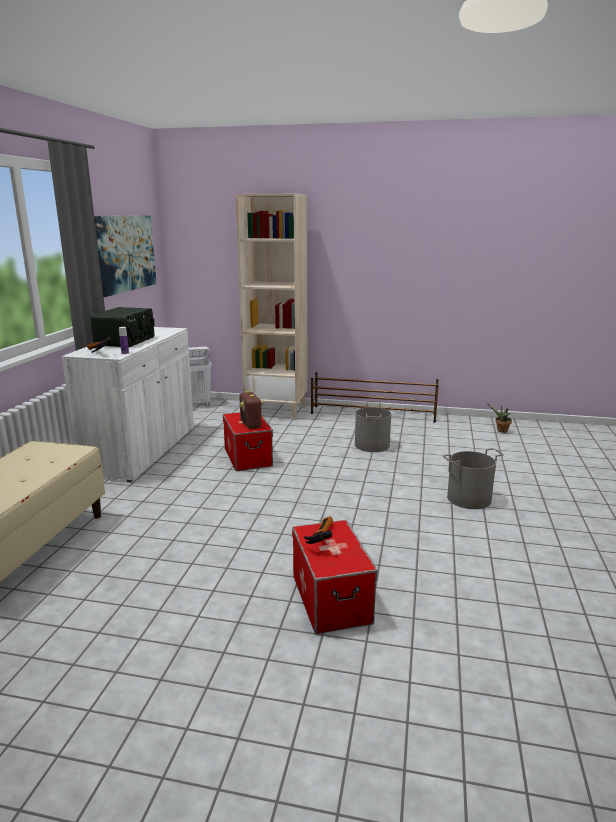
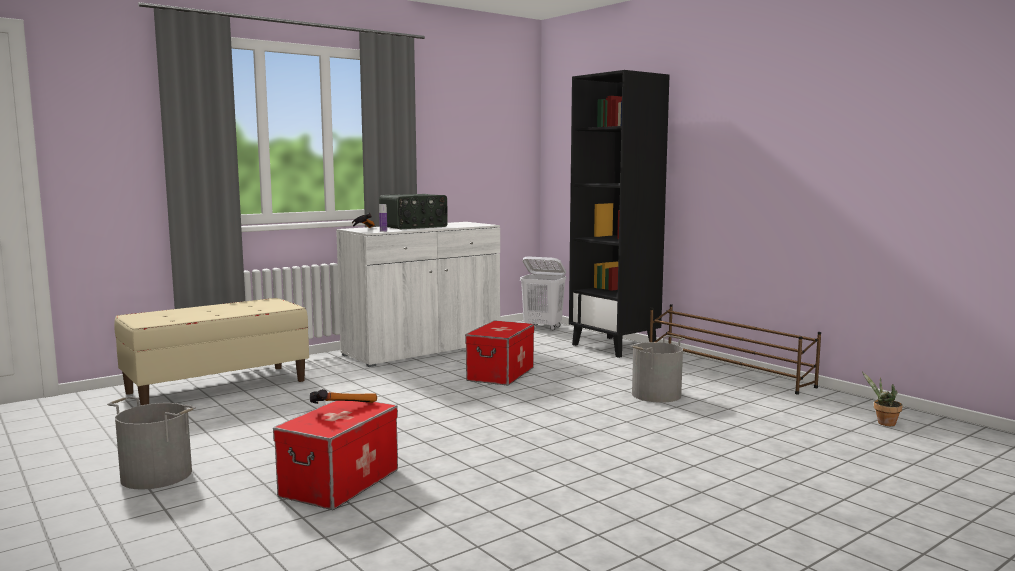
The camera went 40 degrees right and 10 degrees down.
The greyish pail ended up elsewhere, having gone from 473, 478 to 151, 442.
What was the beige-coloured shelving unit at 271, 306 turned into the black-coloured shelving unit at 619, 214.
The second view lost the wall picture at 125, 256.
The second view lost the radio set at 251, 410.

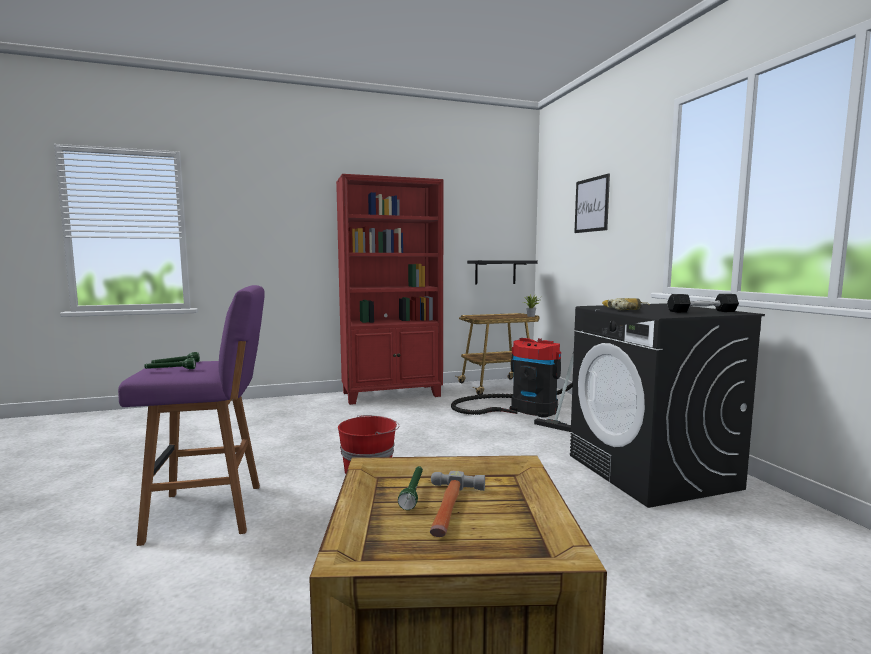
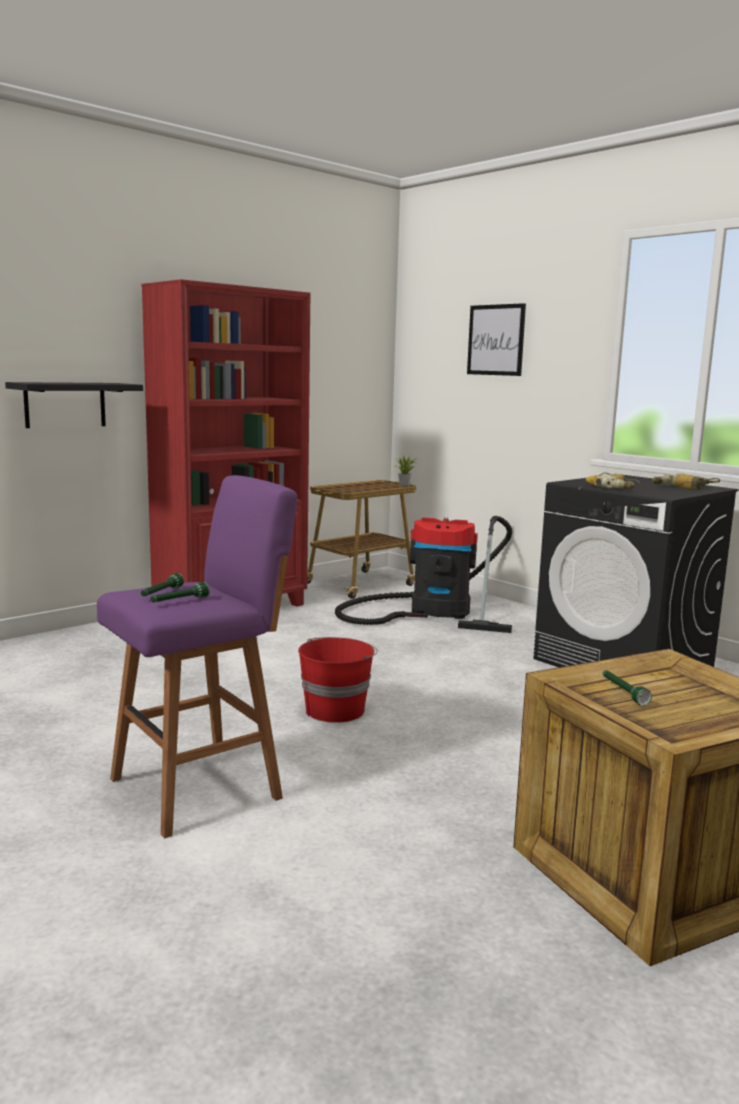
The camera went 25 degrees left and 5 degrees up.
The black-coloured bracket shelf ended up elsewhere, having gone from 502, 272 to 74, 405.
Where the black-coloured dumbbell stood at 703, 303, the electric drill came to stand at 686, 481.
The second view lost the hammer at 457, 504.

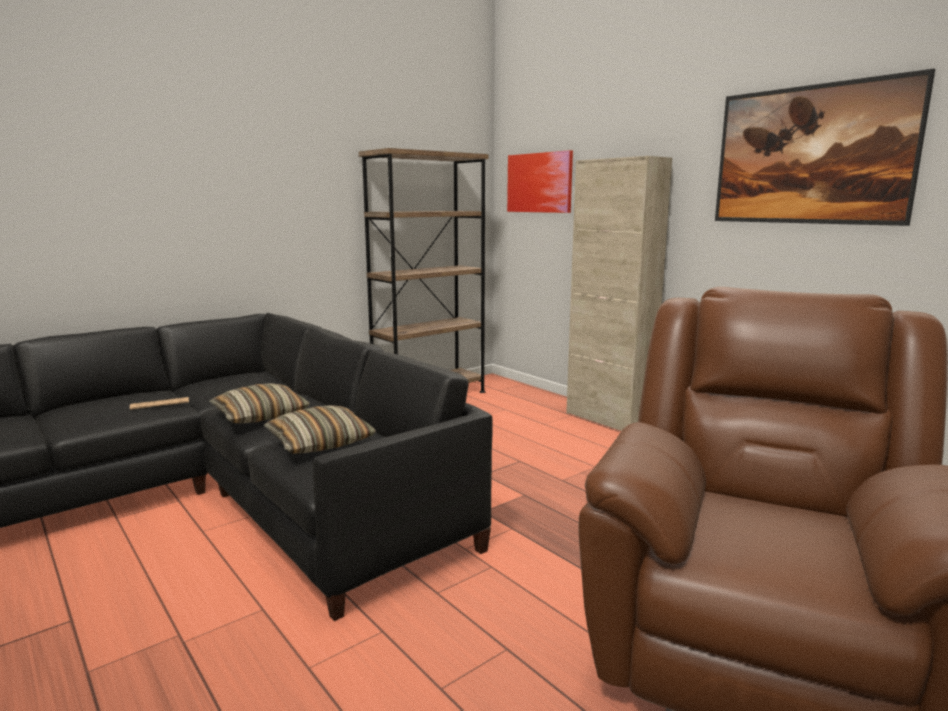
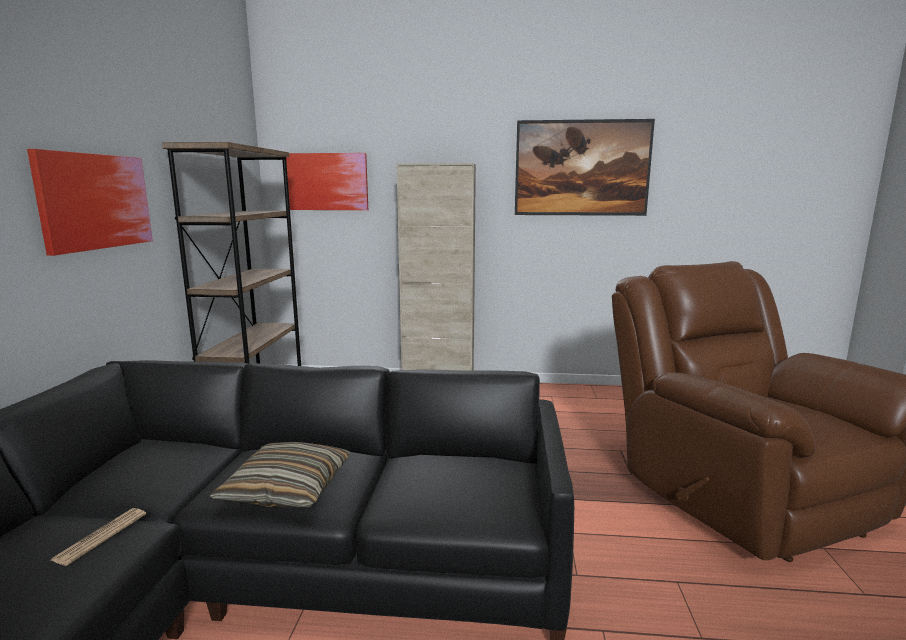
The camera went 45 degrees left and 0 degrees up.
The second view gained the wall picture at 90, 202.
The second view lost the cushion at 320, 429.

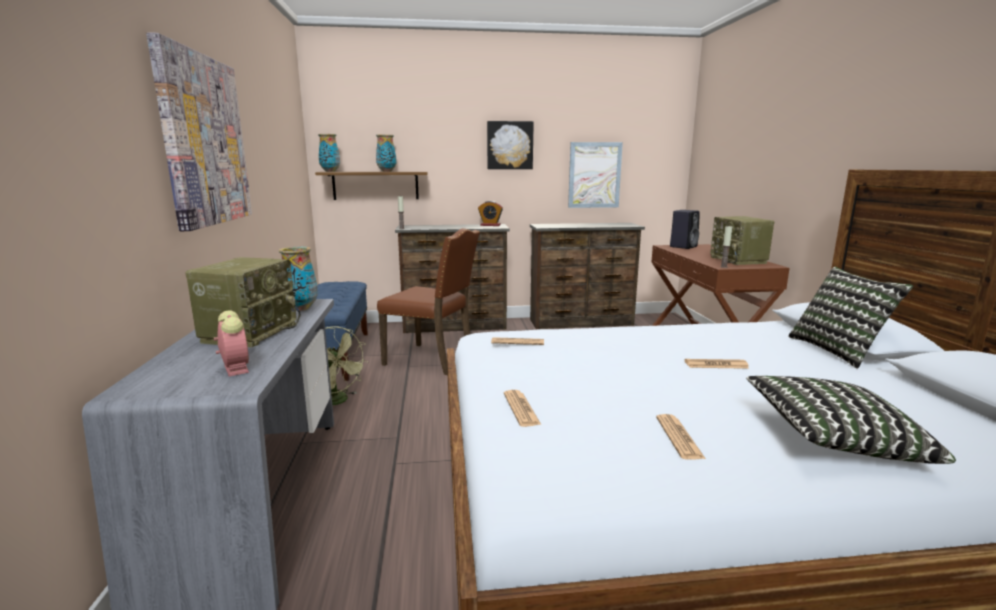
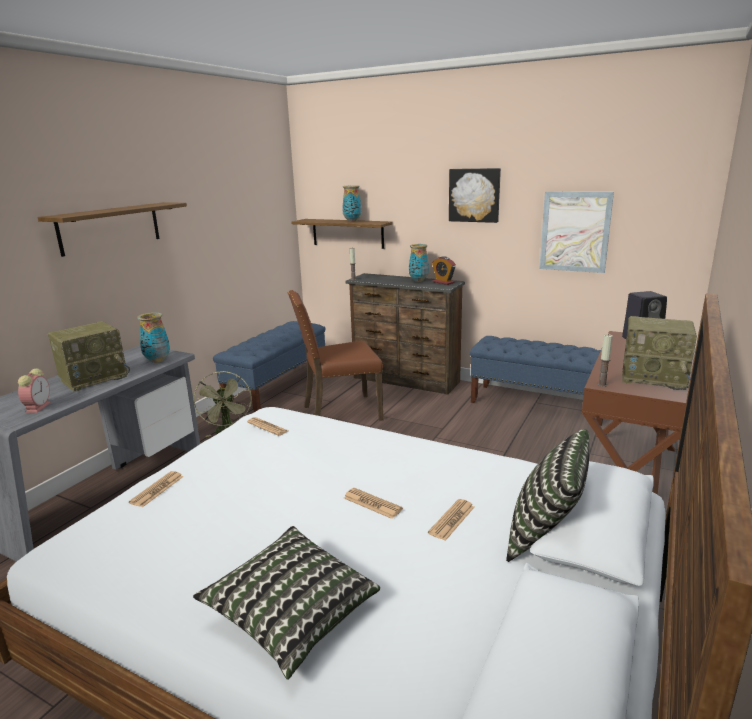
The camera went 35 degrees right and 5 degrees up.
Where the wall picture hung at 199, 131, the bracket shelf came to hang at 112, 229.
The brown upright chair at 428, 301 ended up facing another way, 105 degrees clockwise from before.
The flower vase ended up elsewhere, having gone from 329, 153 to 419, 263.
The newspaper ended up elsewhere, having gone from 681, 437 to 451, 520.
Where the brown drawer chest stood at 587, 276, the bluish bench came to stand at 536, 381.
The radio set at 742, 240 ended up facing another way, 90 degrees counterclockwise from before.

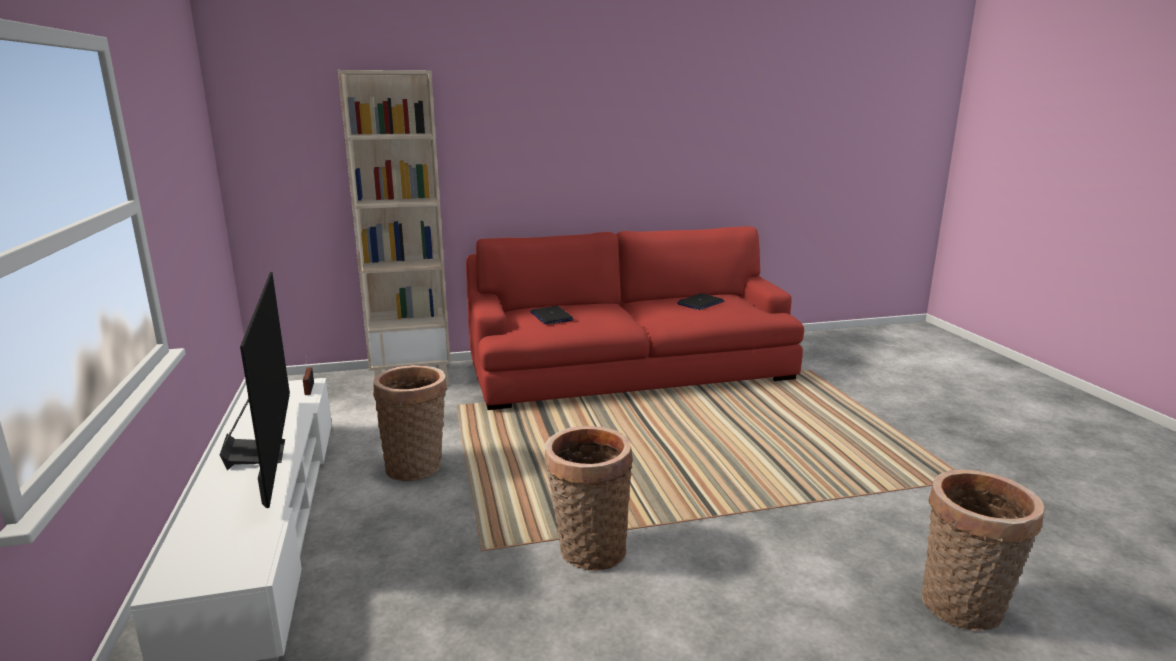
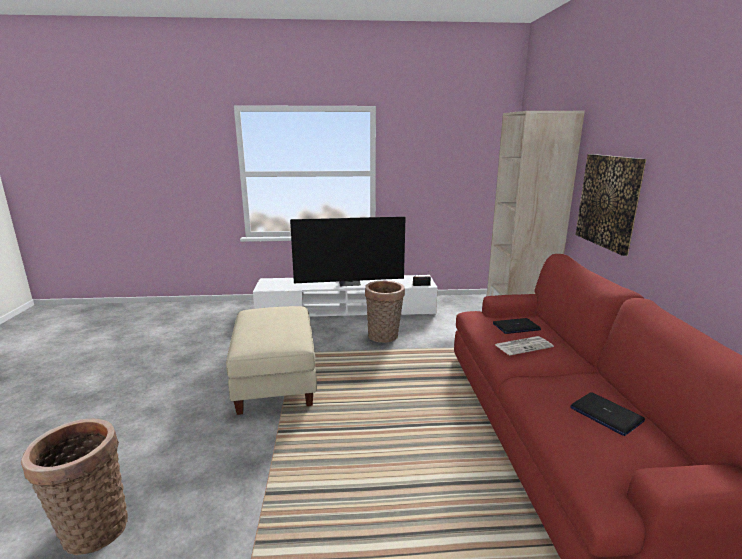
The camera went 100 degrees right and 0 degrees up.
Where the basket stood at 589, 498, the beige-coloured pouffe came to stand at 271, 360.
The second view gained the newspaper at 524, 345.
The second view gained the wall picture at 610, 205.

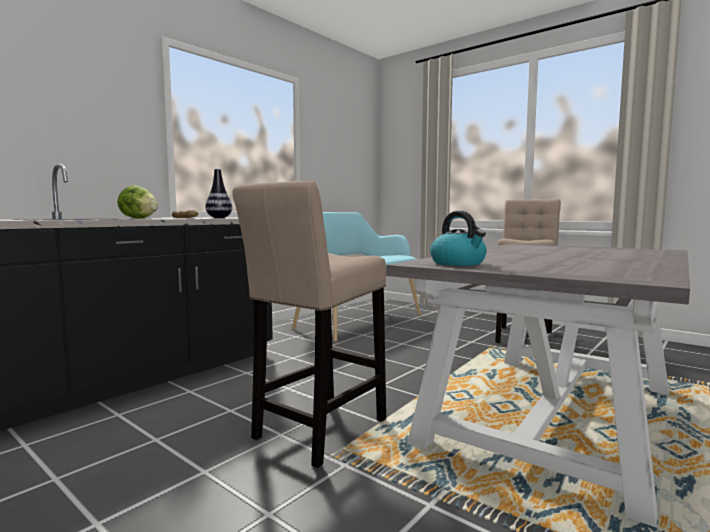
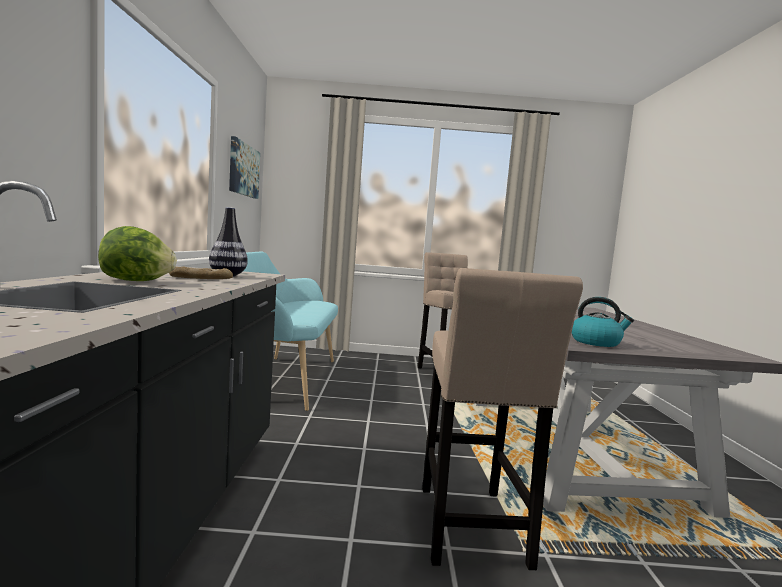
The camera went 40 degrees left and 0 degrees up.
The second view gained the wall picture at 244, 167.

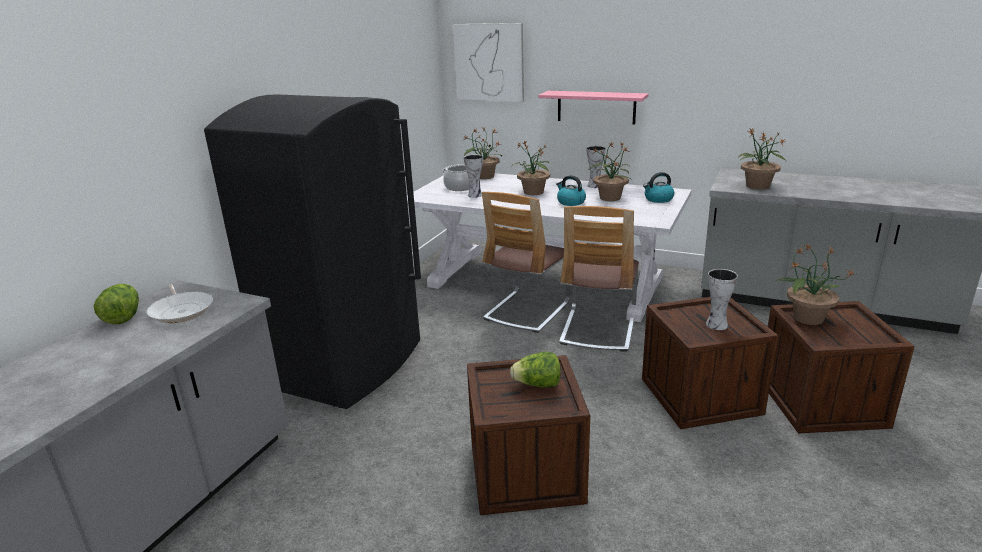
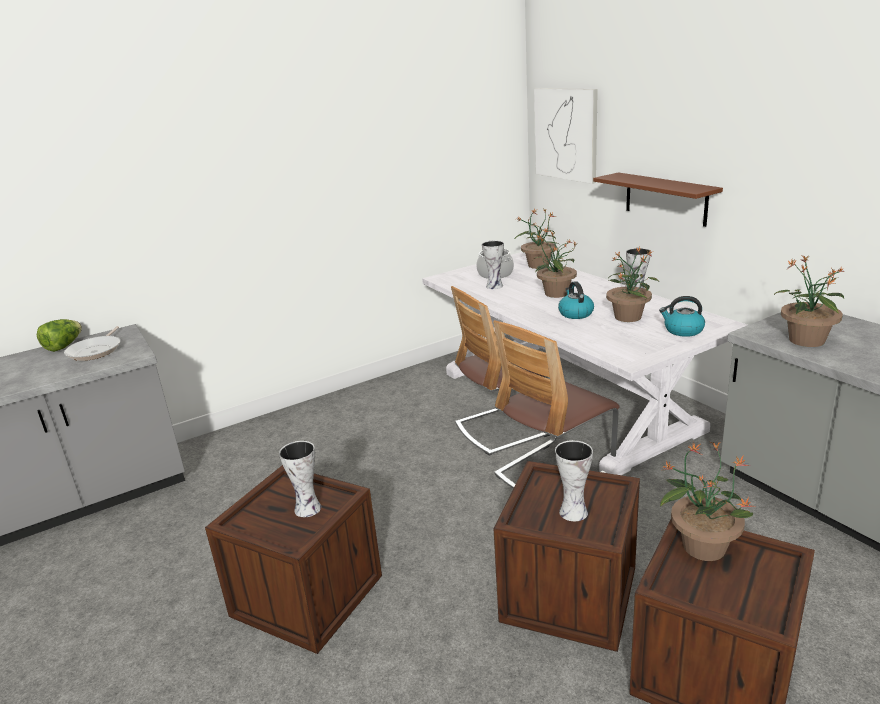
The camera went 35 degrees right and 0 degrees up.
Where the lettuce stood at 535, 370, the flower vase came to stand at 300, 479.
What was the pink-coloured bracket shelf at 593, 108 turned into the brown bracket shelf at 658, 199.
The second view lost the black-coloured refrigerator at 312, 251.

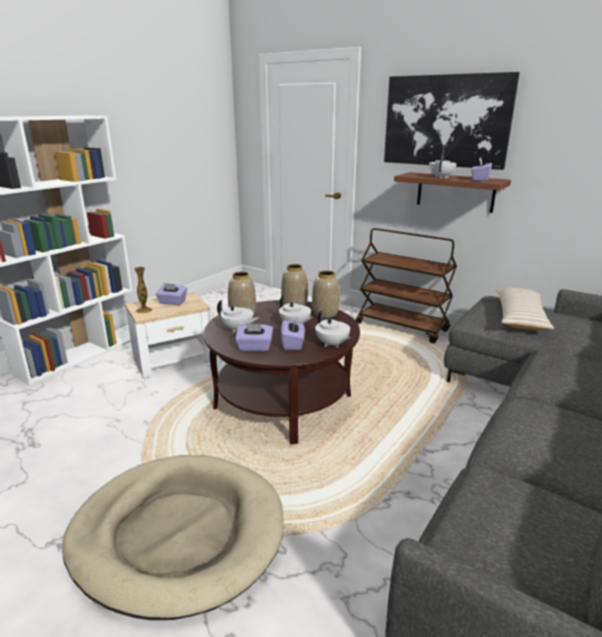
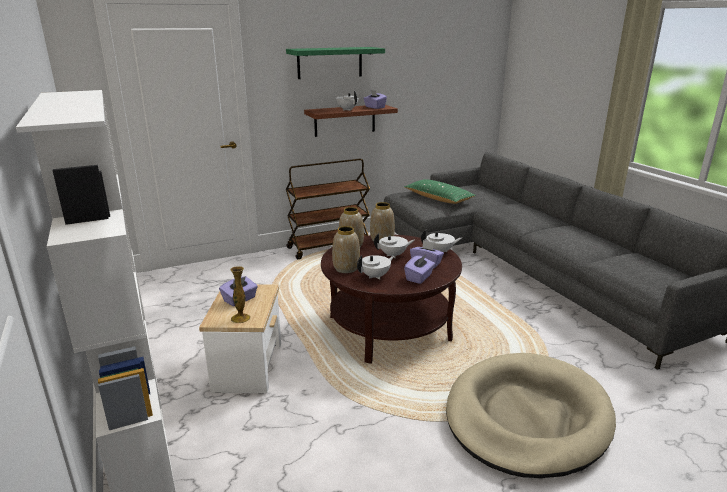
The camera went 60 degrees left and 0 degrees up.
Where the wall picture hung at 452, 121, the green-coloured bracket shelf came to hang at 335, 63.
What was the beige-coloured cushion at 525, 309 turned into the green-coloured cushion at 440, 191.

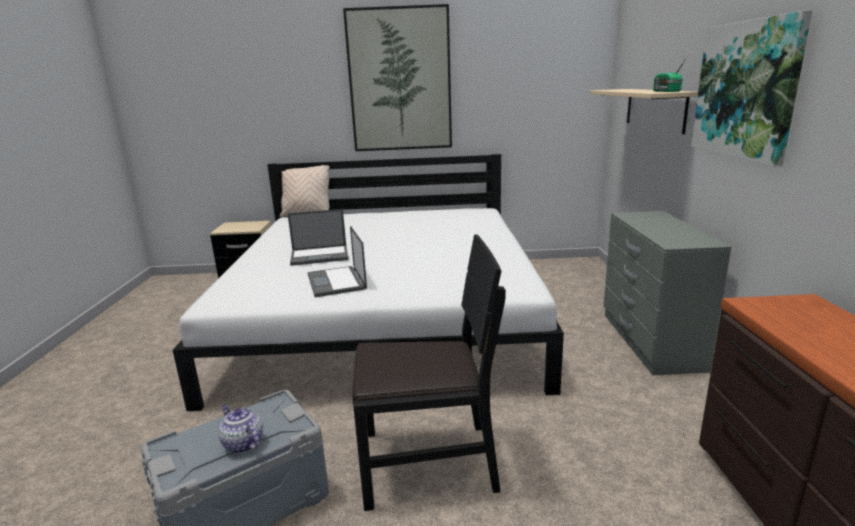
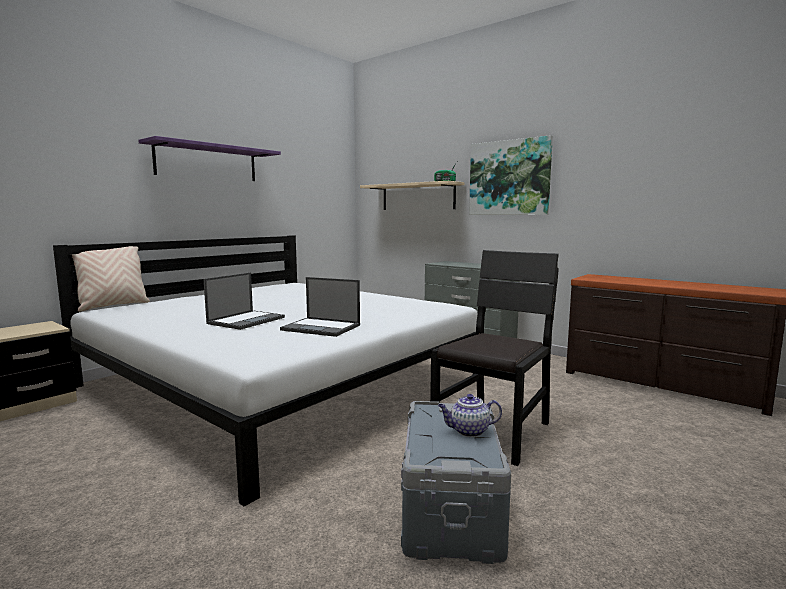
The camera went 50 degrees left and 10 degrees down.
Where the wall picture hung at 397, 77, the purple bracket shelf came to hang at 209, 158.

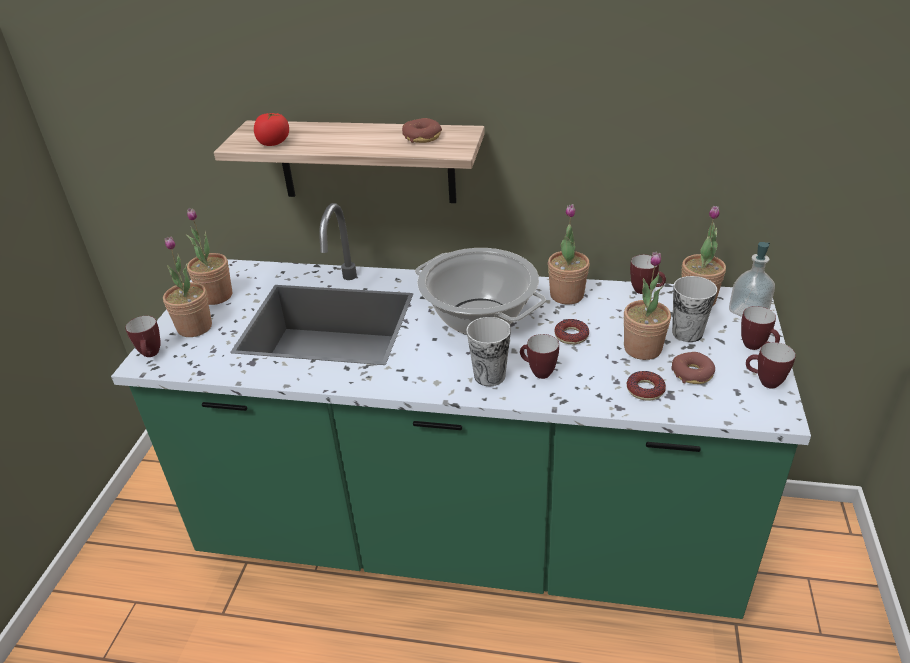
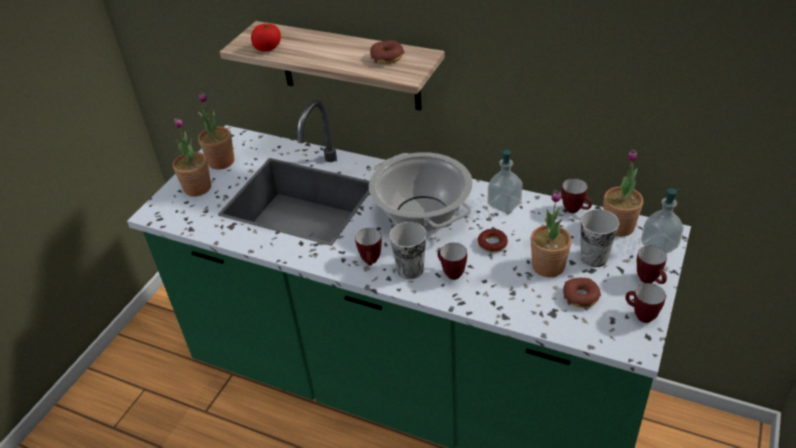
The camera went 15 degrees right and 5 degrees up.
The mug ended up elsewhere, having gone from 143, 336 to 368, 247.
Where the potted plant stood at 569, 254, the soap bottle came to stand at 505, 182.
The second view lost the doughnut at 646, 386.

